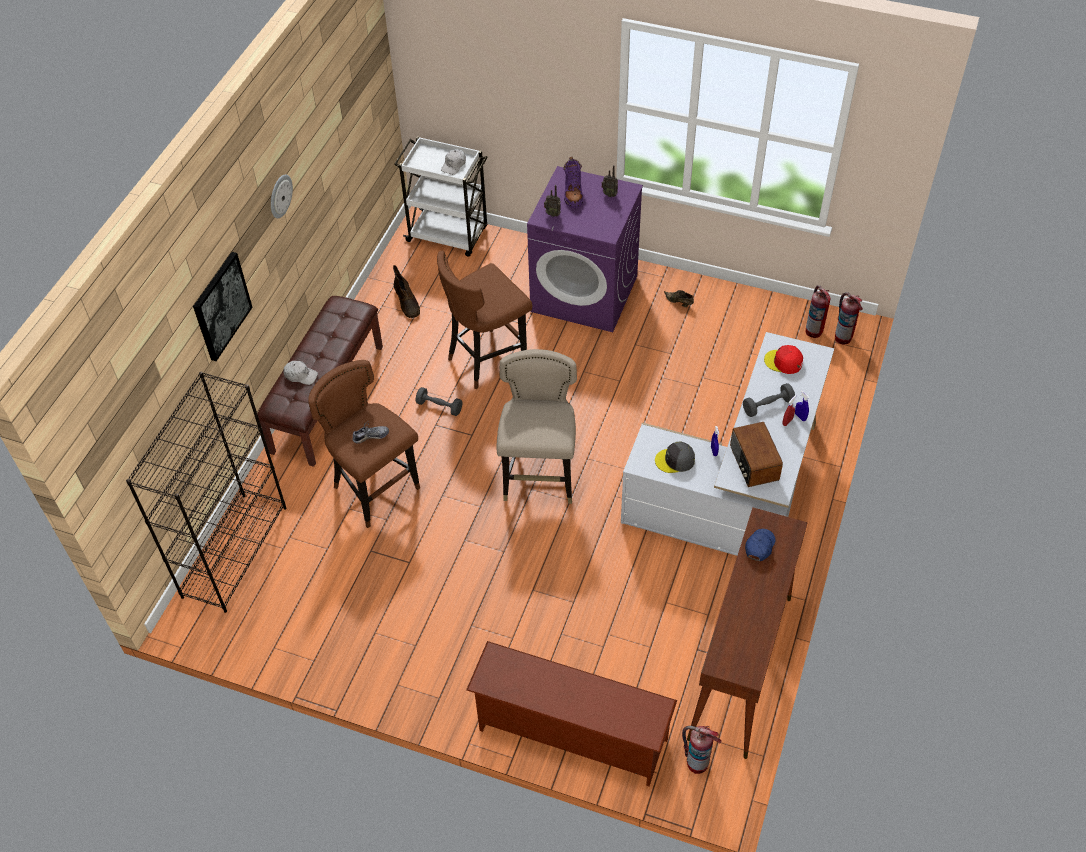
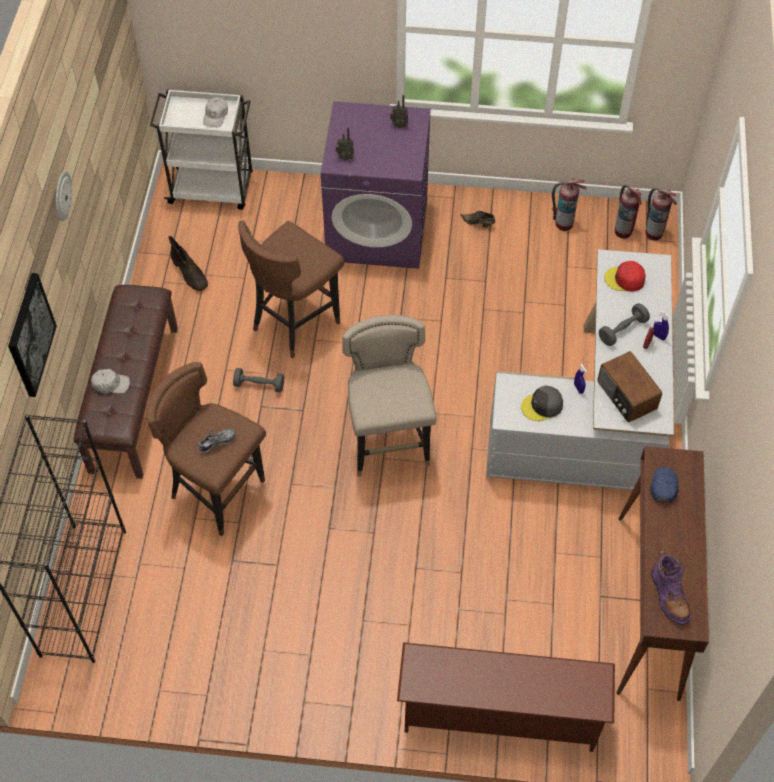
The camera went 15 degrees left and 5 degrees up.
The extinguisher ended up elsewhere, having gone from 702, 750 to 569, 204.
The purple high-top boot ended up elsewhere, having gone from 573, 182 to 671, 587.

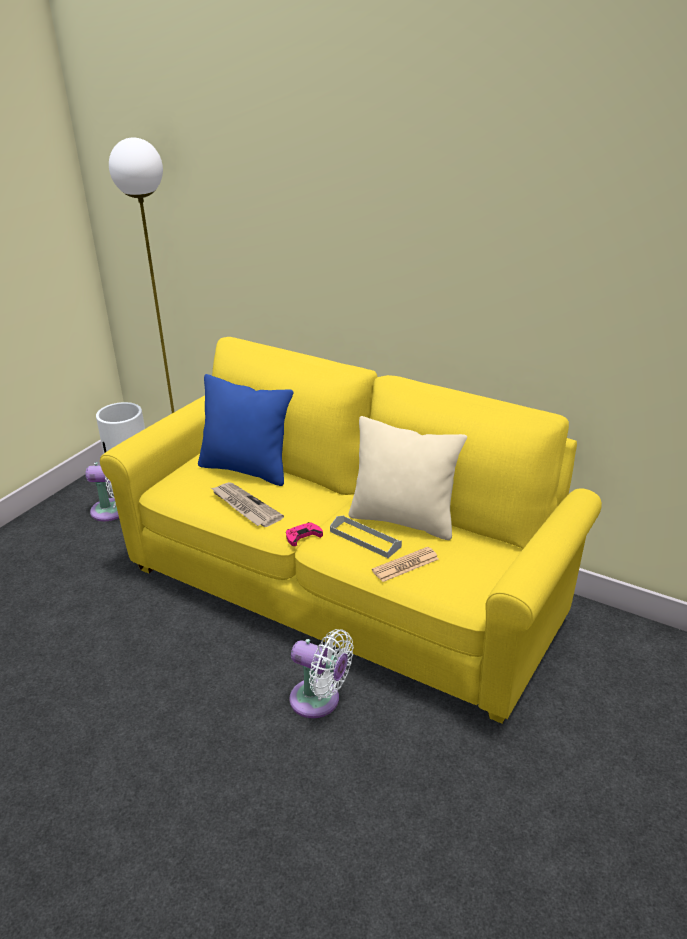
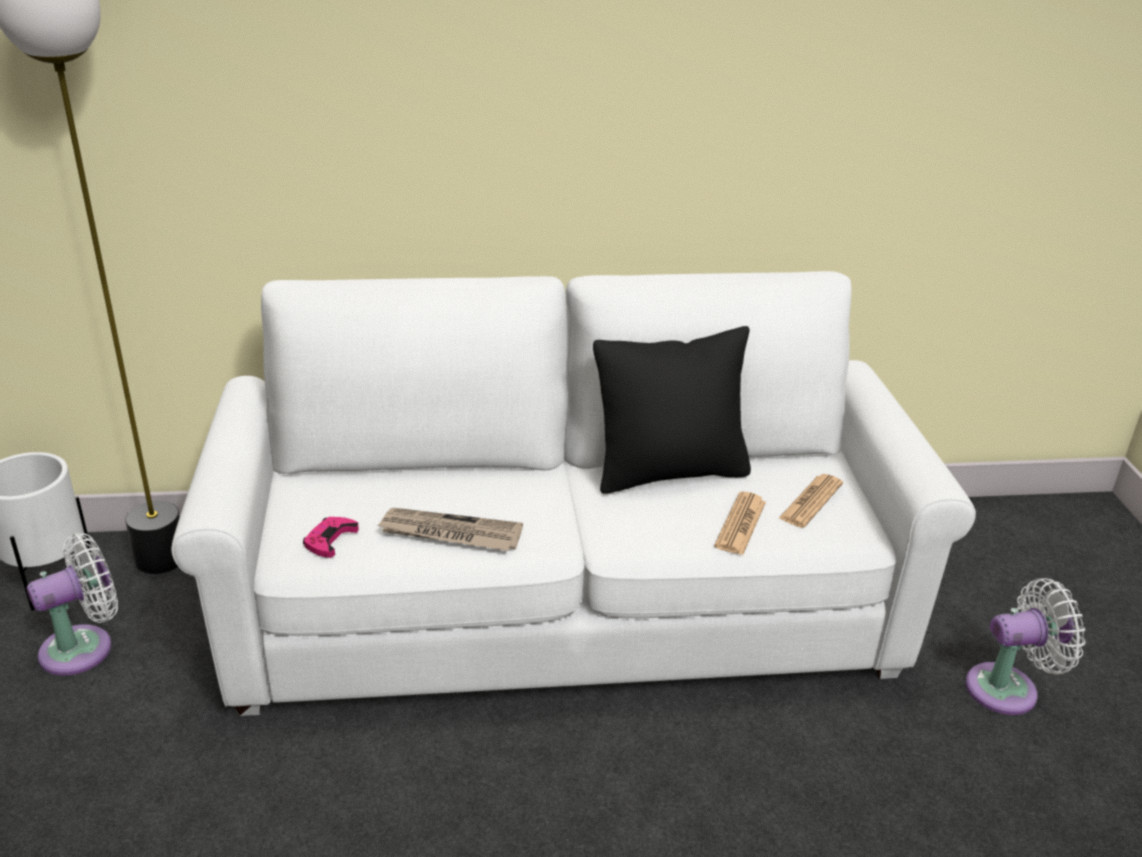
The camera went 40 degrees left and 0 degrees up.
What was the yellow-coloured settee at 351, 530 turned into the white-coloured settee at 573, 493.
The pink-coloured joypad ended up elsewhere, having gone from 304, 534 to 331, 537.
What was the beige-coloured cushion at 408, 478 turned into the black-coloured cushion at 672, 410.
The second view gained the newspaper at 810, 501.
The white-coloured cooling fan ended up elsewhere, having gone from 321, 673 to 1025, 646.
The second view lost the bluish cushion at 245, 430.
The second view lost the greyish tray at 366, 536.

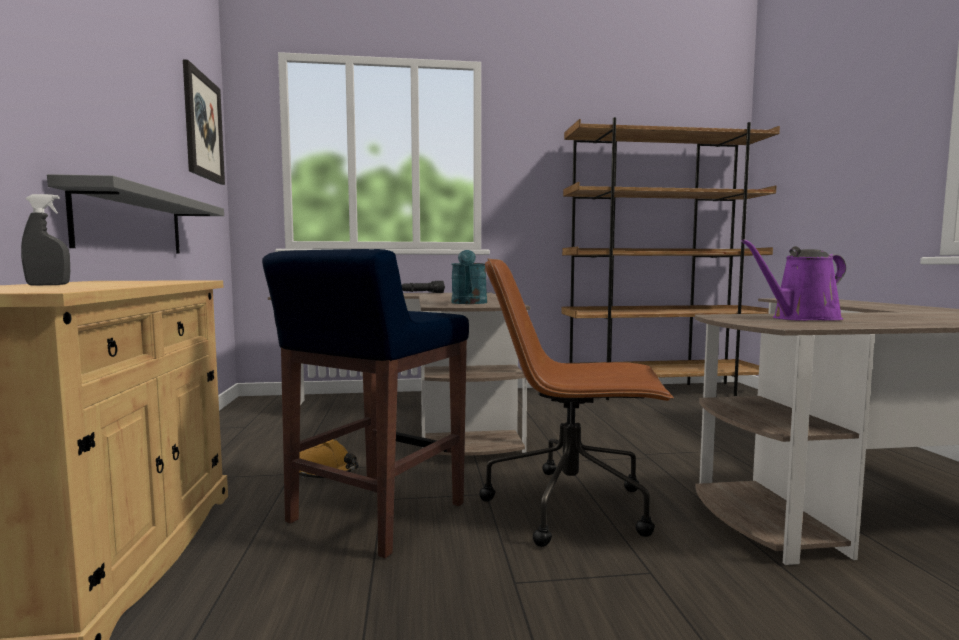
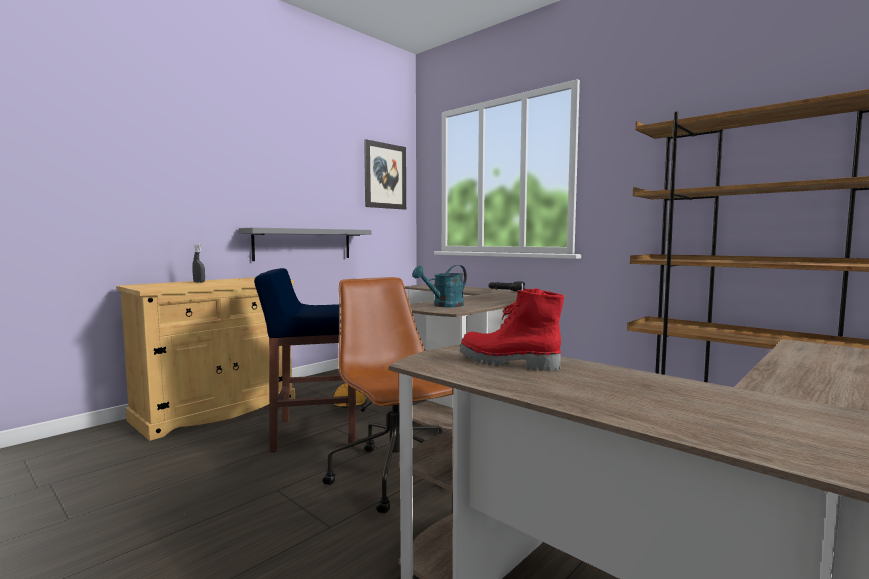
The camera went 50 degrees right and 0 degrees up.
Where the purple watering pot stood at 793, 280, the red-coloured high-top boot came to stand at 512, 329.

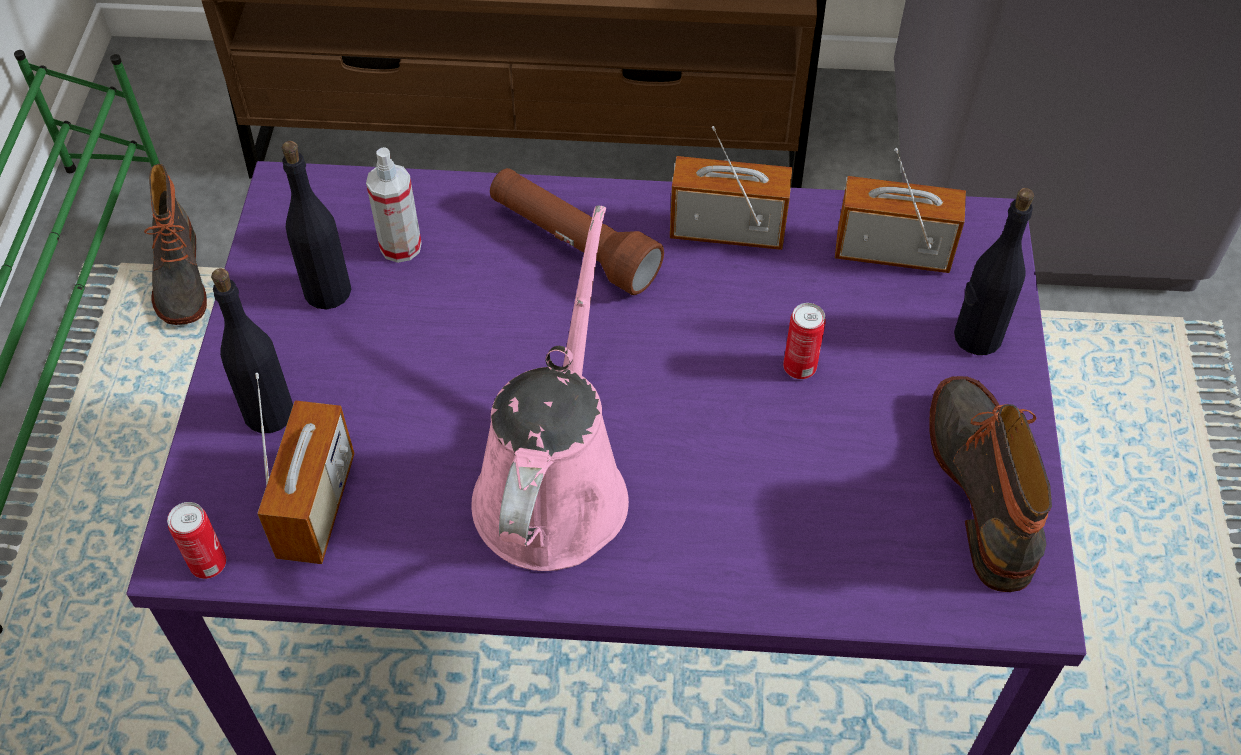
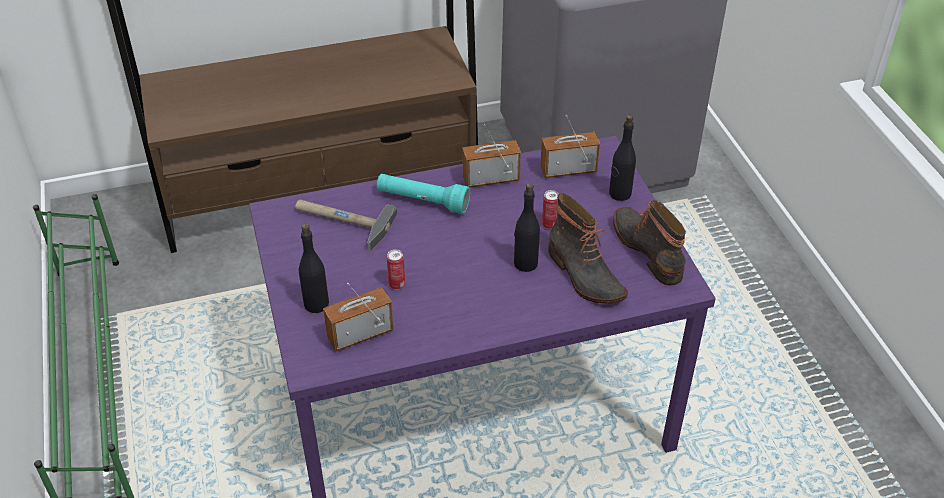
The camera went 20 degrees left and 10 degrees down.
Where the hand sprayer stood at 394, 205, the hammer came to stand at 346, 225.
The radio set at 304, 468 ended up facing another way, 105 degrees counterclockwise from before.
What was the brown hand torch at 577, 231 turned into the turquoise-coloured hand torch at 423, 194.
The can ended up elsewhere, having gone from 196, 540 to 396, 269.
The black-coloured drink bottle ended up elsewhere, having gone from 316, 225 to 527, 227.
The high-top boot ended up elsewhere, having gone from 175, 244 to 588, 248.
The second view lost the pink-coloured watering pot at 550, 388.

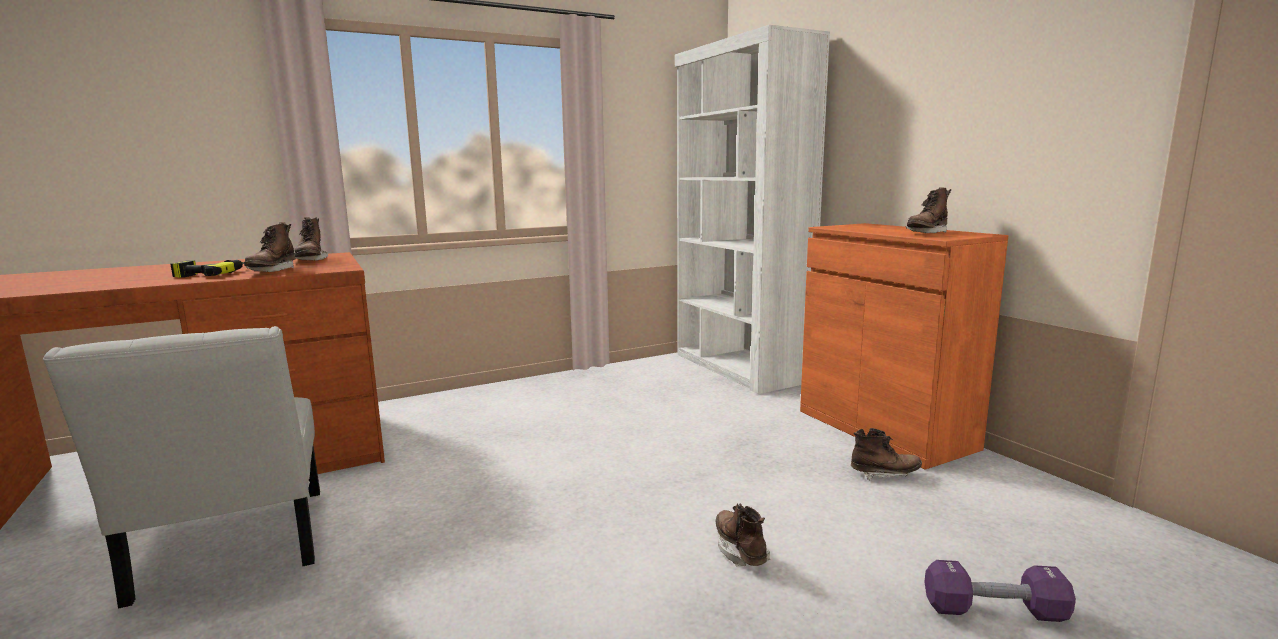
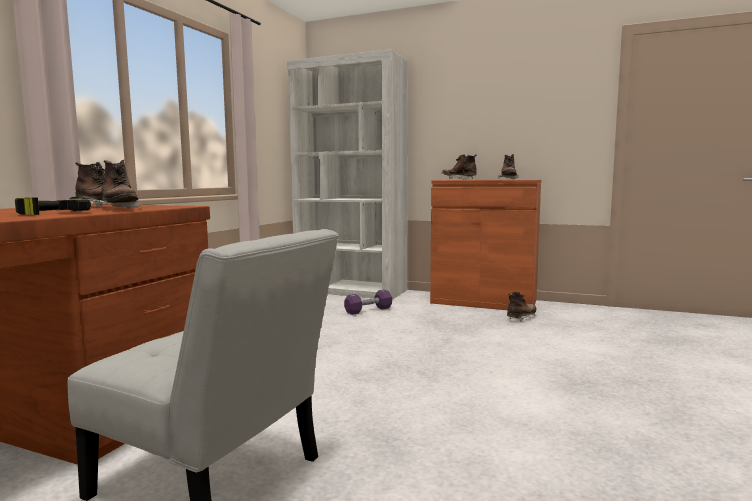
The camera went 40 degrees left and 5 degrees down.
The purple dumbbell ended up elsewhere, having gone from 1000, 591 to 368, 302.
The brown high-top boot ended up elsewhere, having gone from 743, 535 to 459, 167.

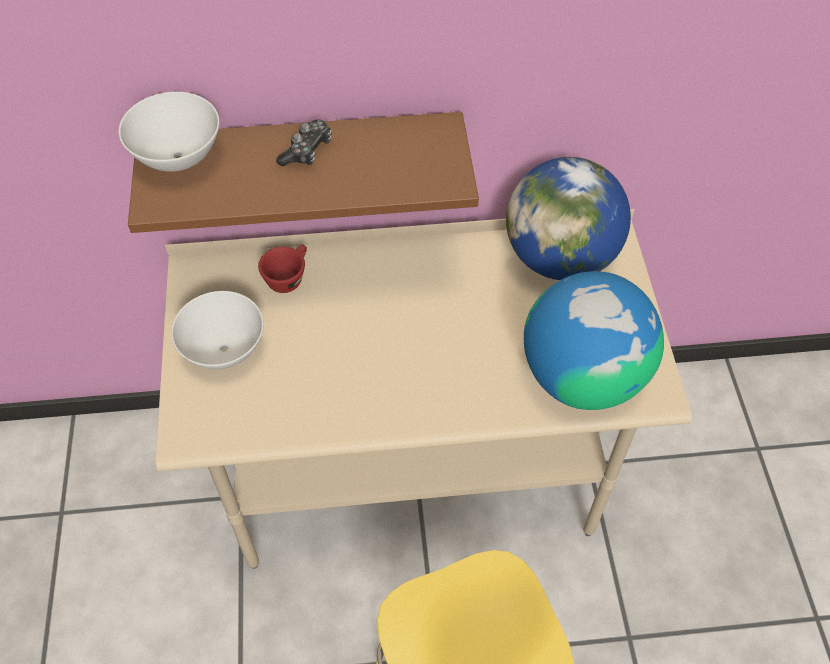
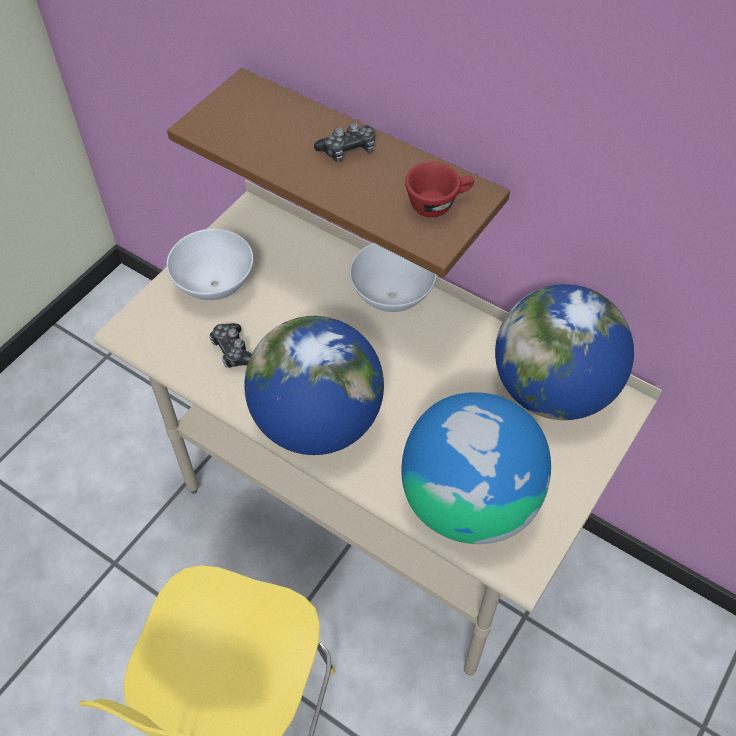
The camera went 40 degrees right and 0 degrees up.
The second view gained the joypad at 230, 345.
The second view gained the globe at 314, 385.
The white-coloured deep dish ended up elsewhere, having gone from 169, 132 to 393, 277.
The red-coloured small cup ended up elsewhere, having gone from 282, 268 to 439, 189.

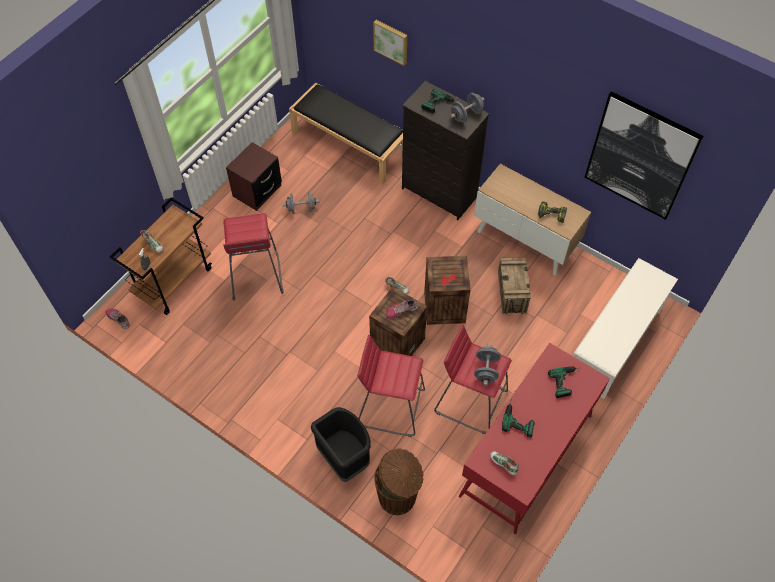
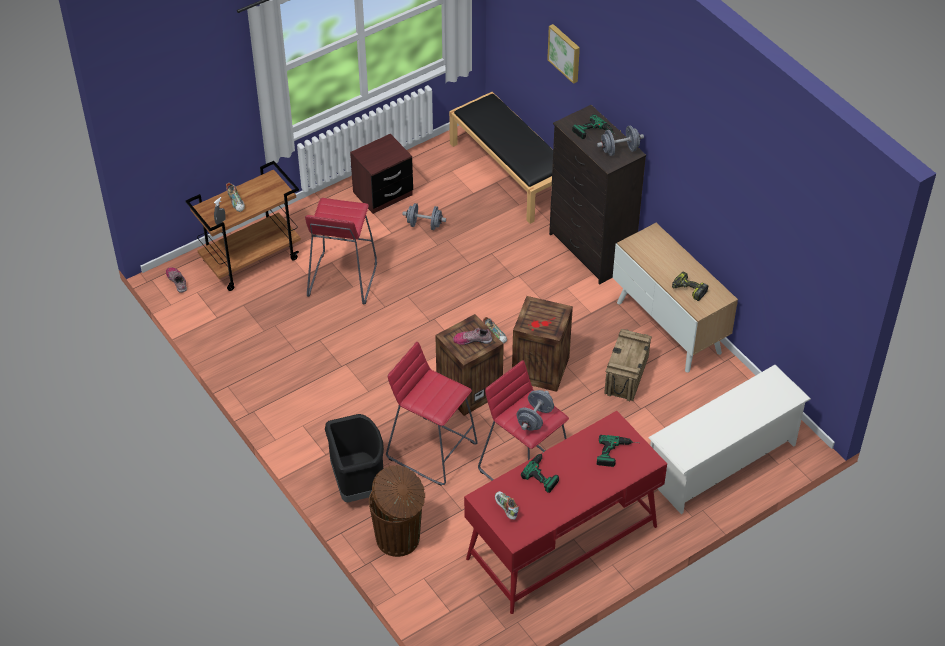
The camera went 20 degrees right and 10 degrees down.
The second view lost the wall picture at 644, 155.

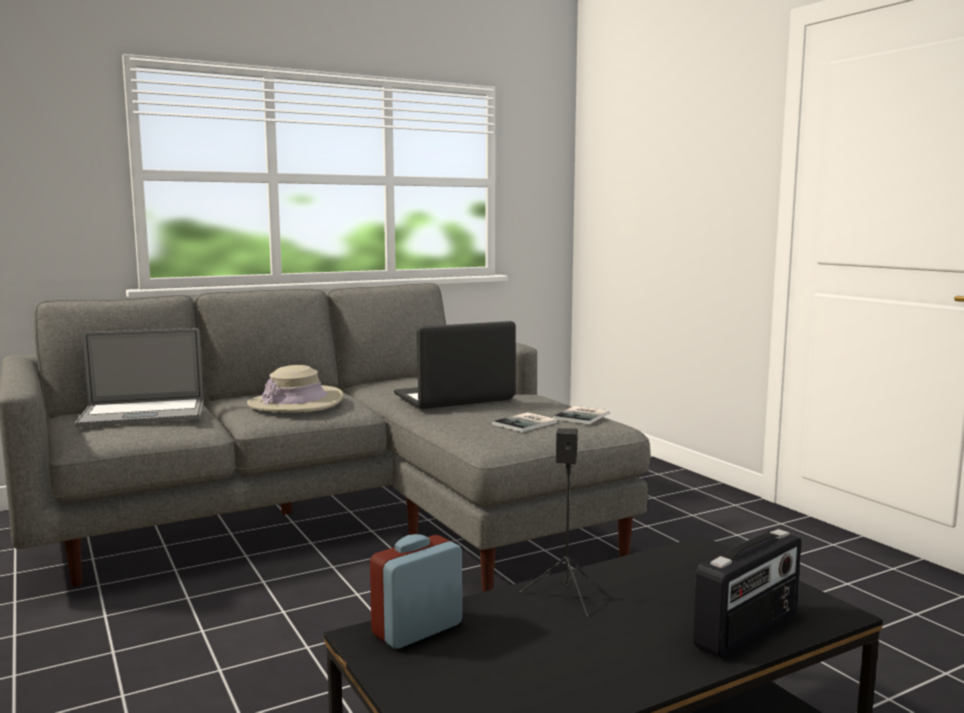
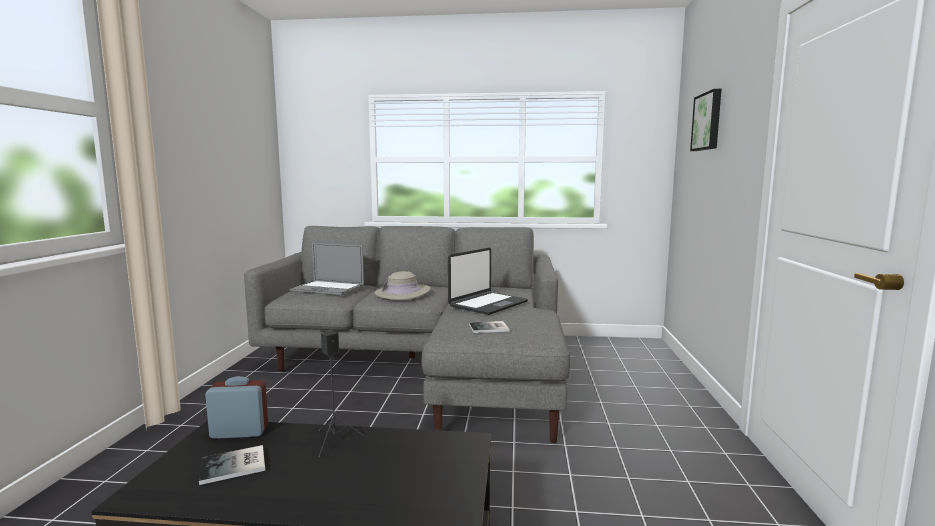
The camera went 35 degrees right and 0 degrees up.
The bound book ended up elsewhere, having gone from 581, 415 to 232, 465.
The laptop at 455, 365 ended up facing another way, 120 degrees clockwise from before.
The second view gained the wall picture at 706, 120.
The second view lost the radio set at 747, 593.

